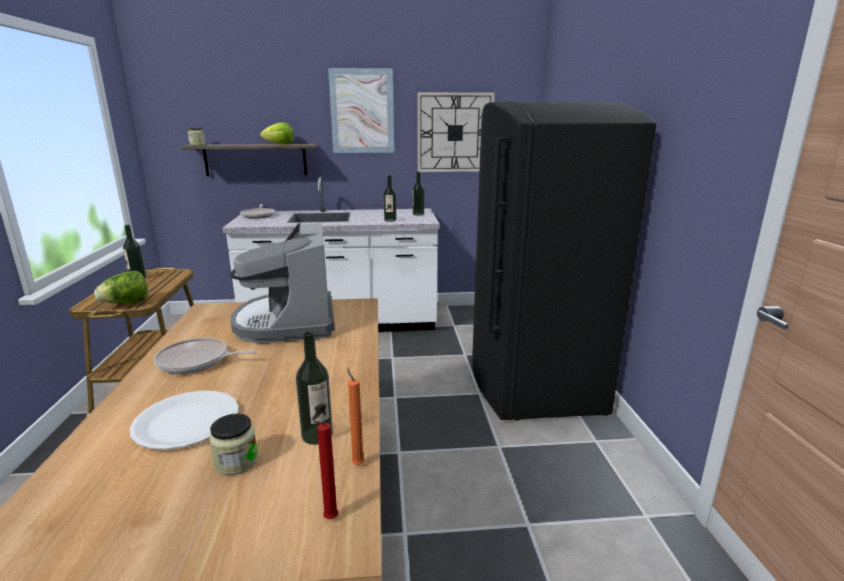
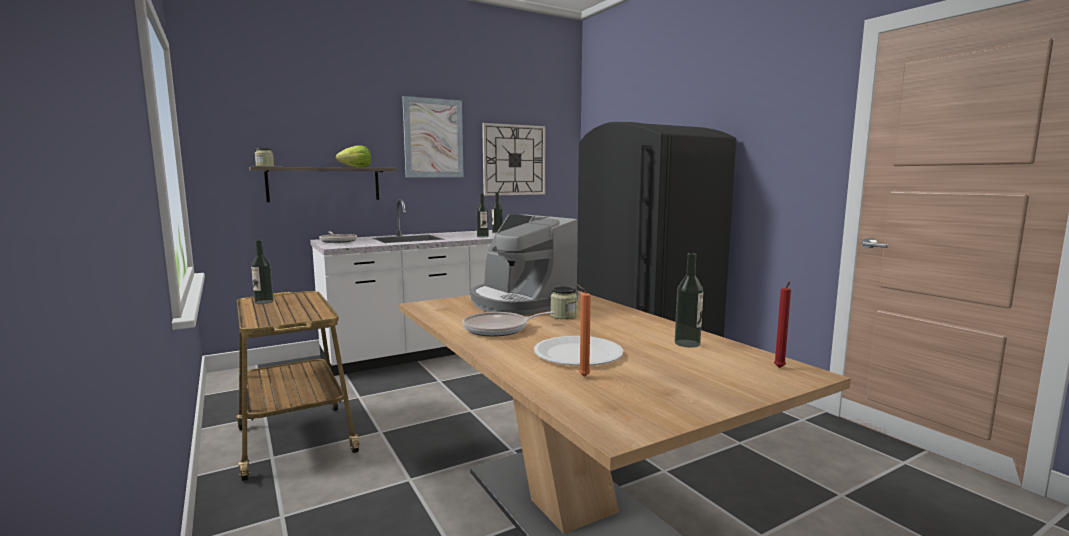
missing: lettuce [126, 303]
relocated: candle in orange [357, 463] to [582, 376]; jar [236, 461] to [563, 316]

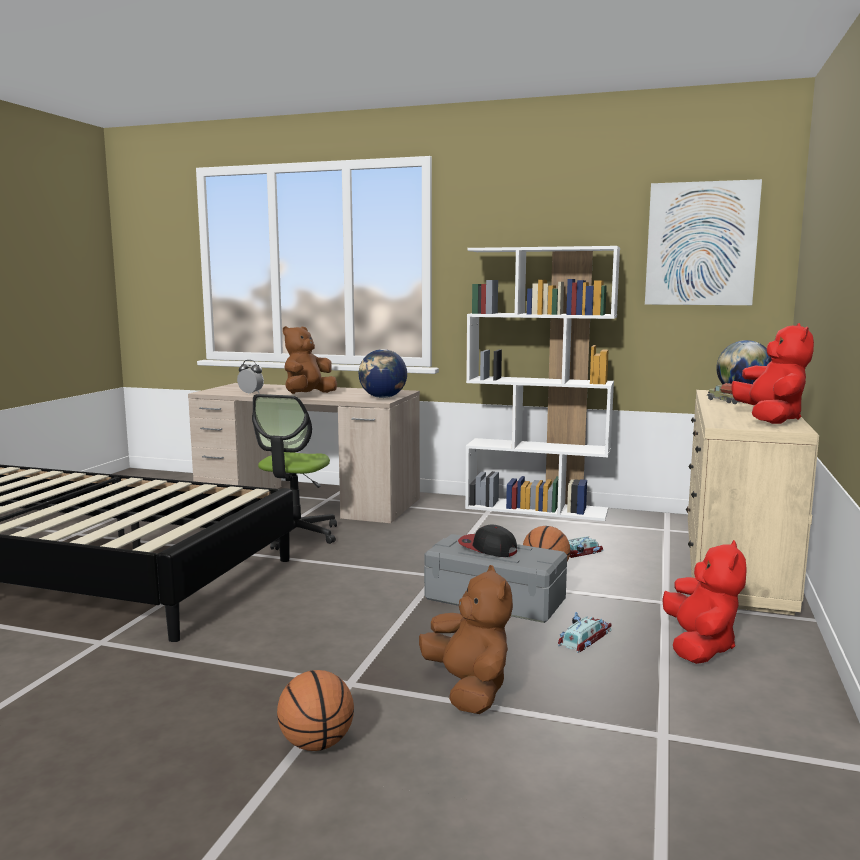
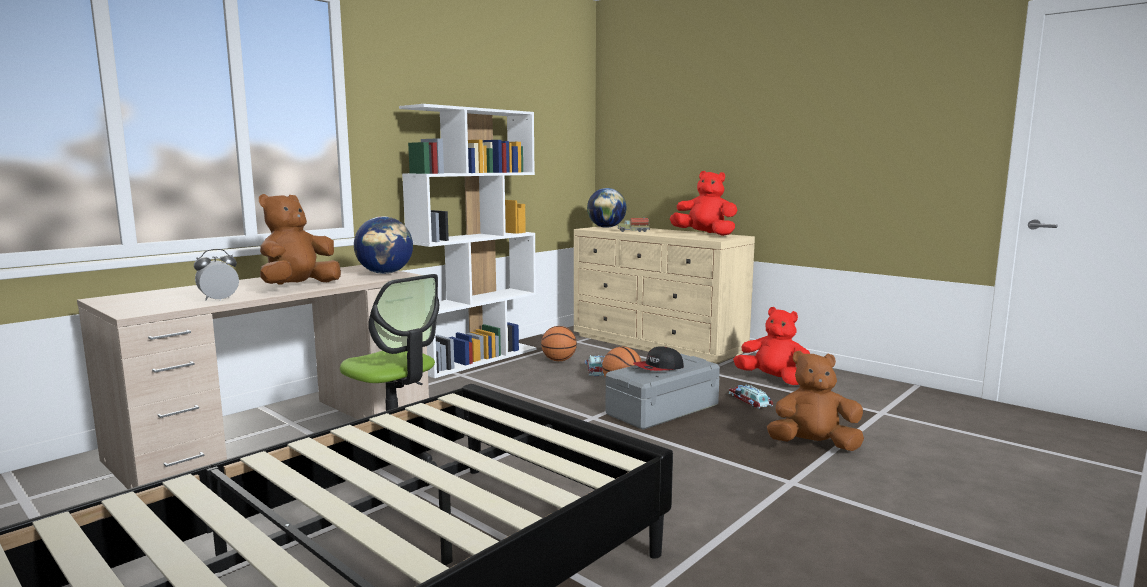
missing: picture [701, 244]
relocated: basketball [316, 744] to [558, 360]
spun: plush toy in brown [308, 395] = [298, 286] 60 degrees clockwise

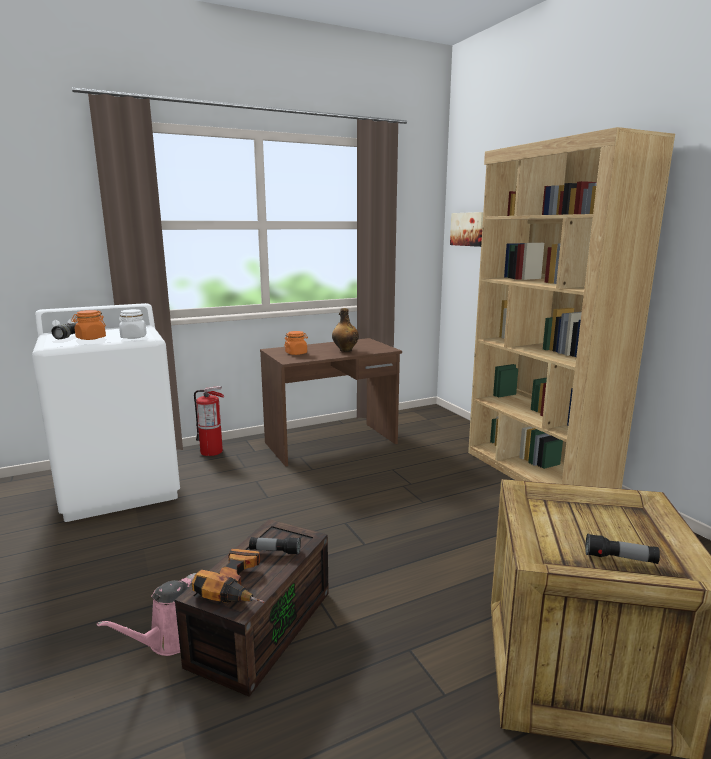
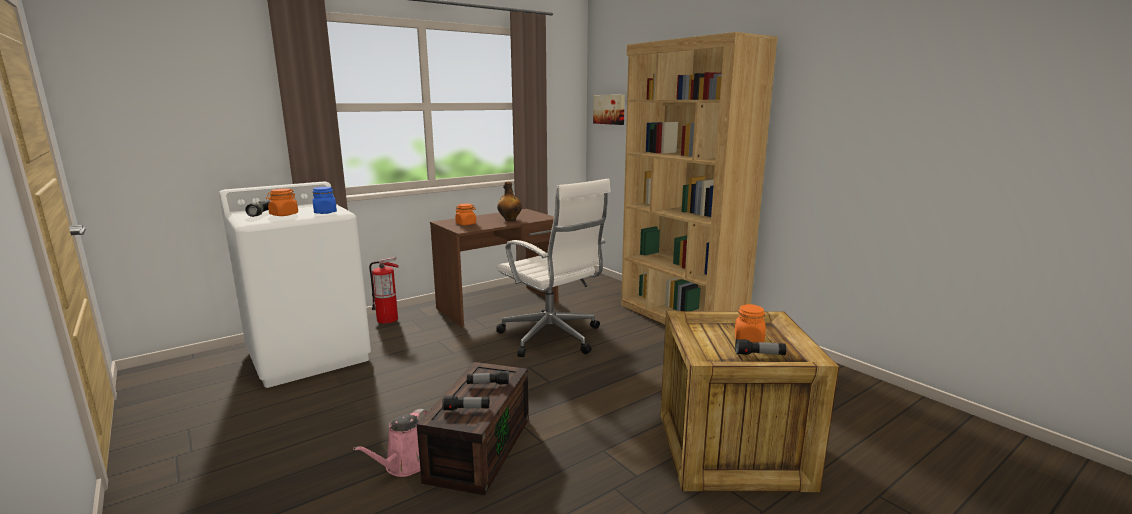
appeared: office chair in white [552, 338]; jar in orange [749, 338]
exchanged: power drill [238, 585] to flashlight [466, 409]
colour: jar in white [134, 337] to jar in blue [325, 212]

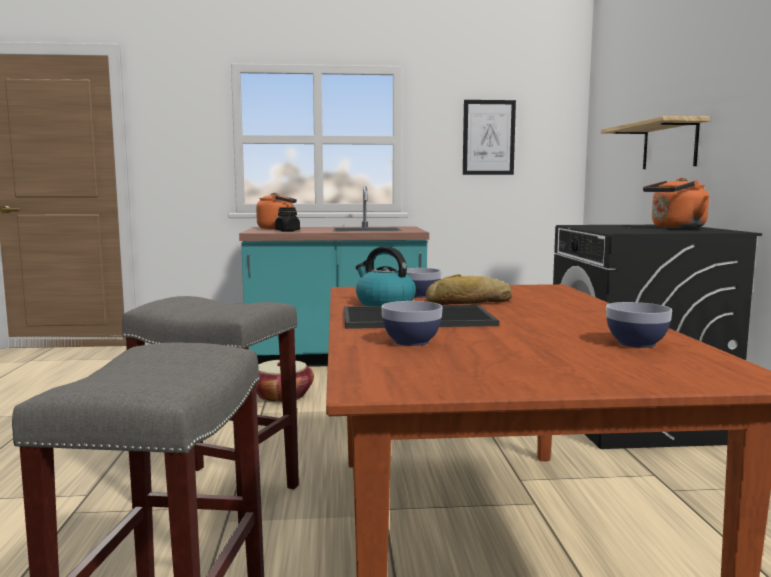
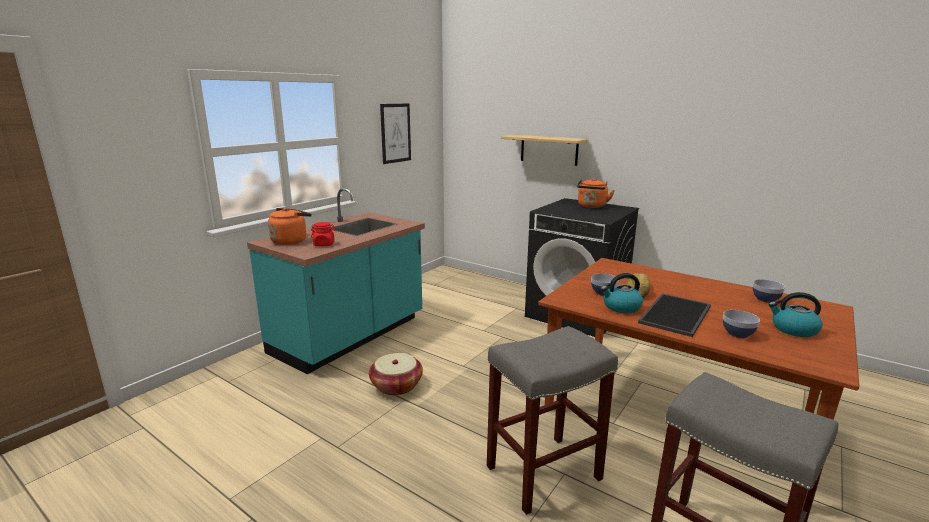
appeared: kettle [793, 329]
colour: jar in black [287, 231] to jar in red [324, 244]

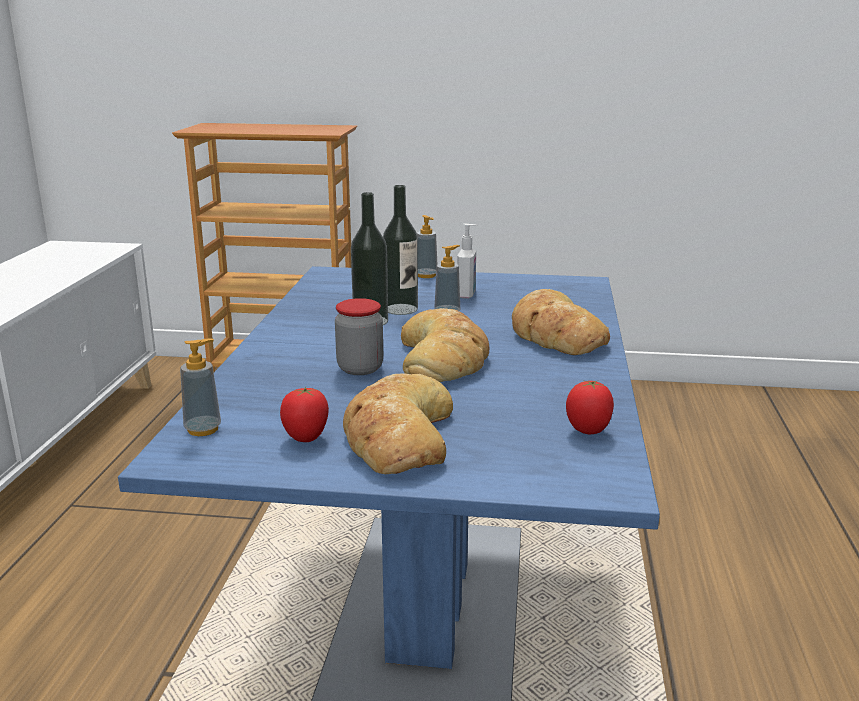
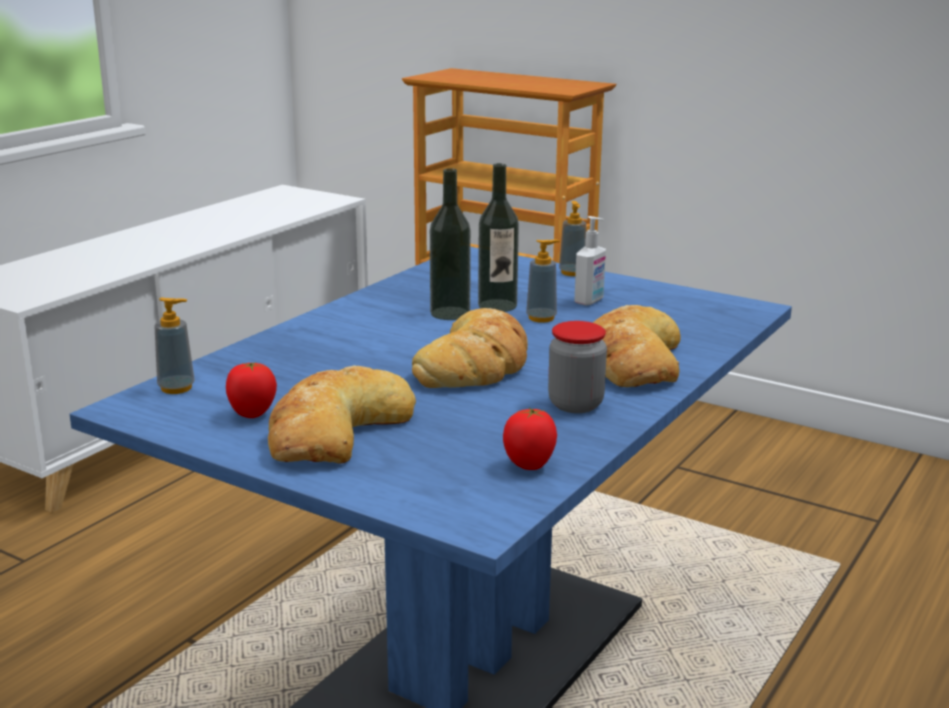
relocated: jar [360, 368] to [575, 404]

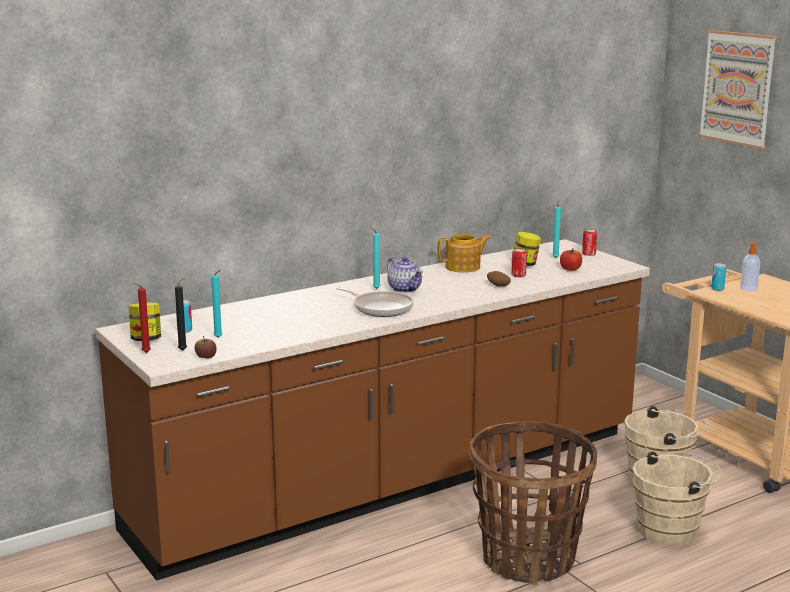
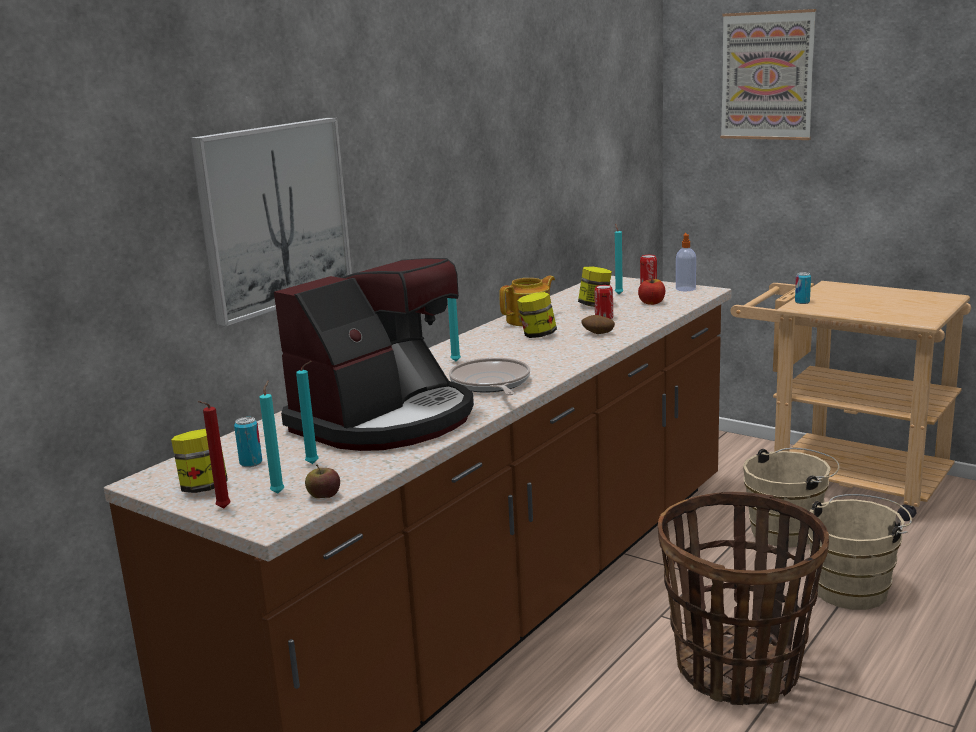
missing: teapot [405, 289]
appeared: picture [274, 217]; coffee machine [385, 420]; jar [537, 335]
relocated: soap dispenser [748, 288] to [685, 288]
colour: candle in black [183, 350] to candle in turquoise [278, 492]
spun: frying pan [380, 308] = [490, 384] 120 degrees counterclockwise

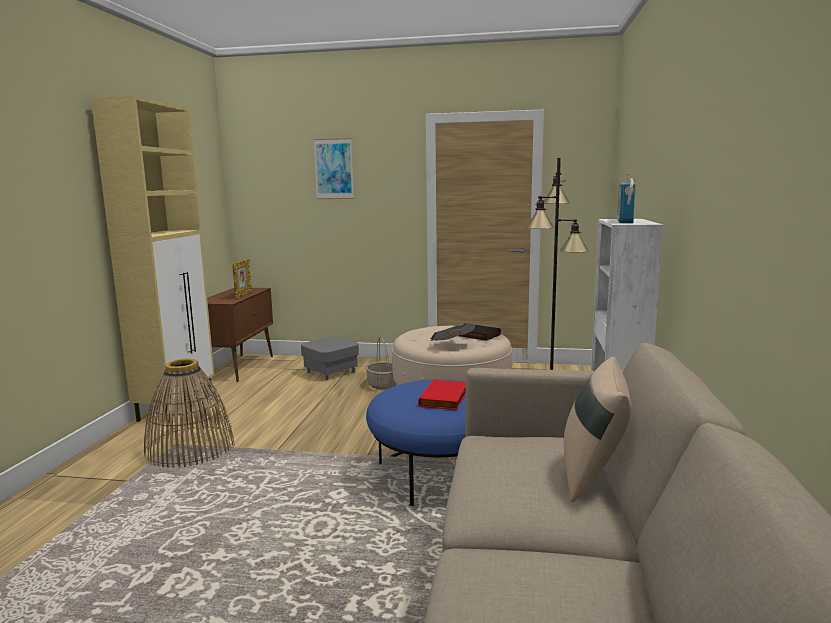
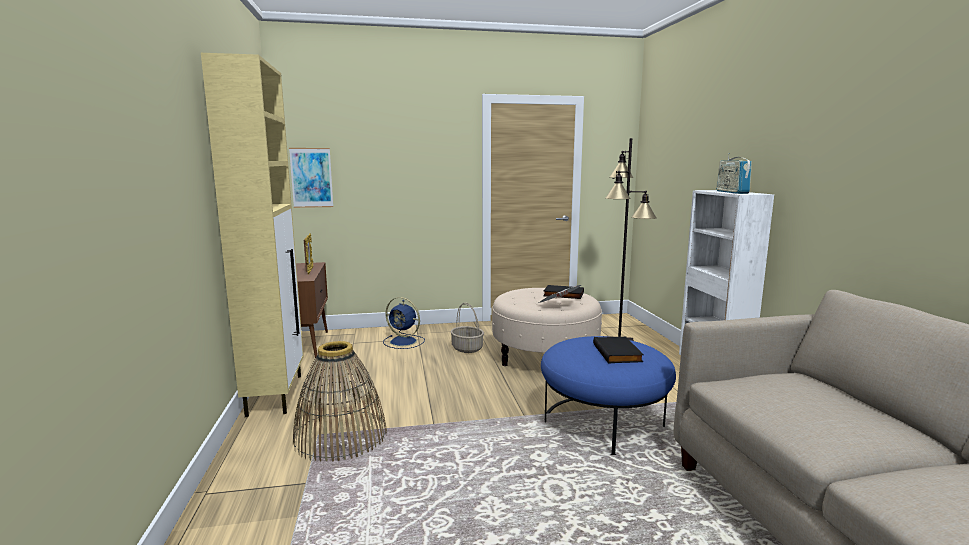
missing: pillow in beige [593, 475]
relocated: picture [334, 169] to [311, 177]
exchanged: ottoman in grey [331, 372] to fan in blue [404, 342]
colour: book in red [445, 398] to book in black [618, 353]

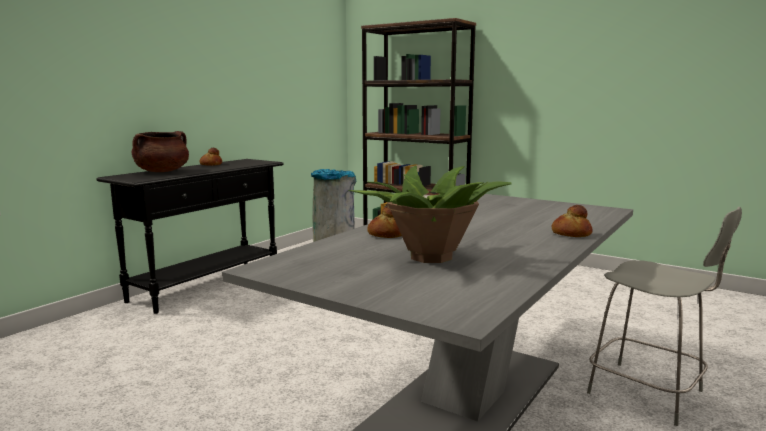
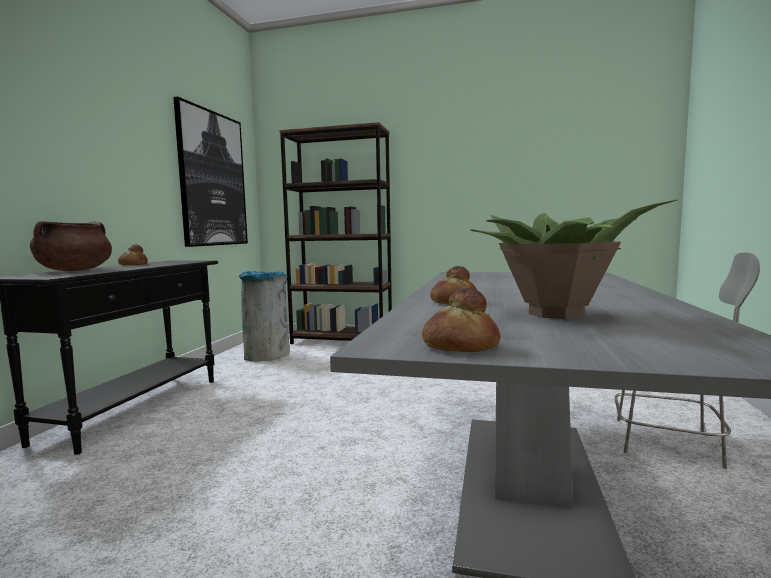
appeared: picture [213, 179]
relocated: bread [570, 234] to [459, 345]

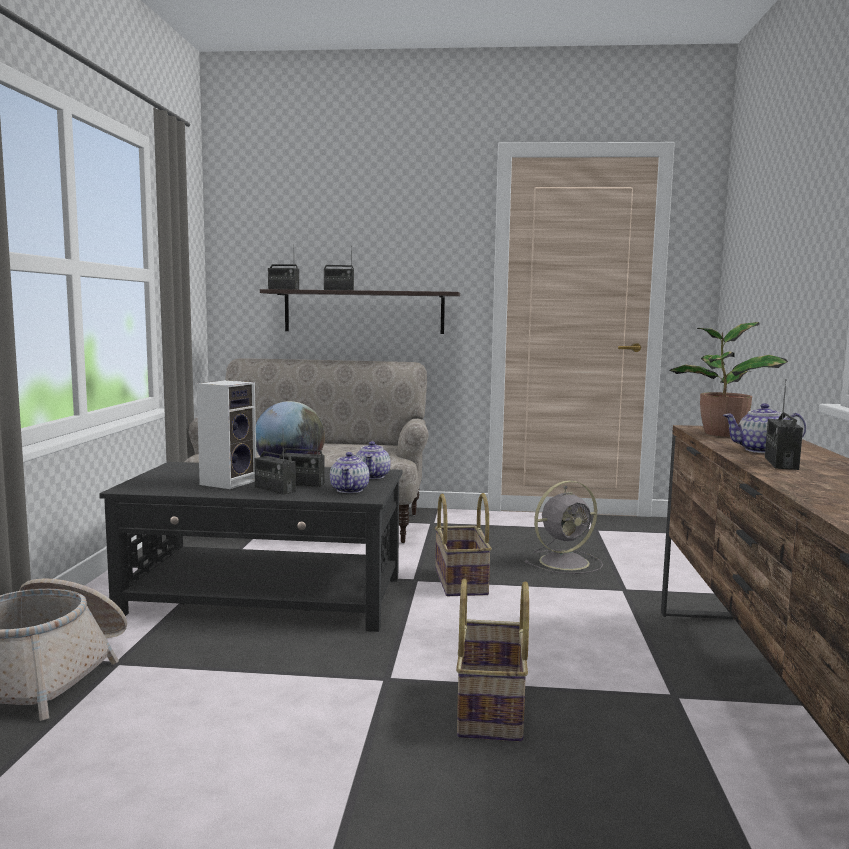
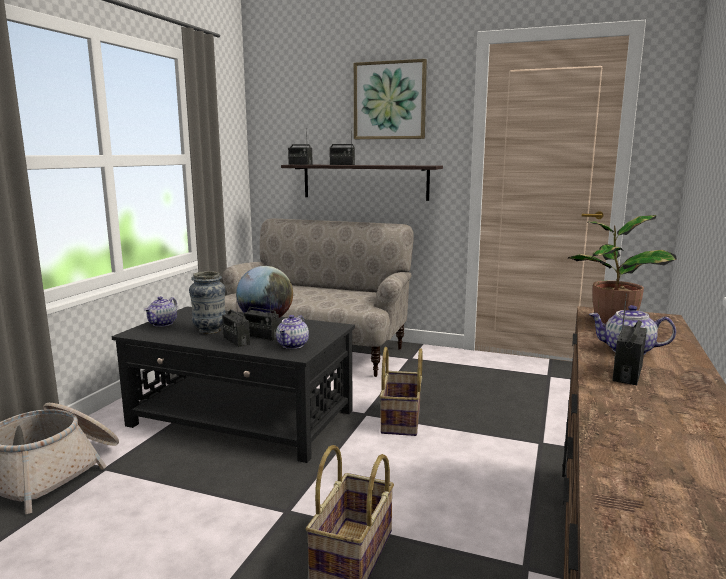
missing: fan in grey [566, 562]
appeared: picture [390, 100]
relocated: teapot [372, 476] to [162, 324]
exchanged: speaker [229, 482] to vase [210, 330]

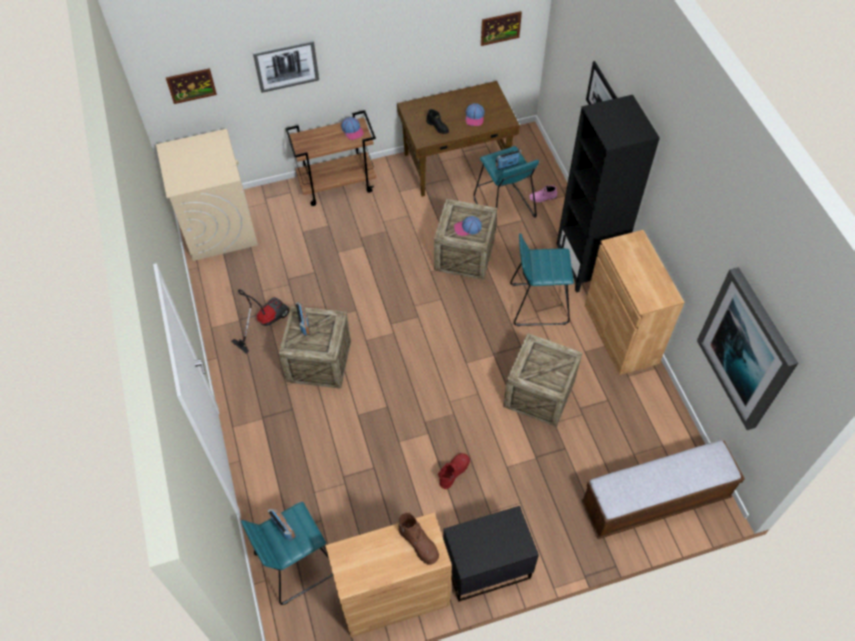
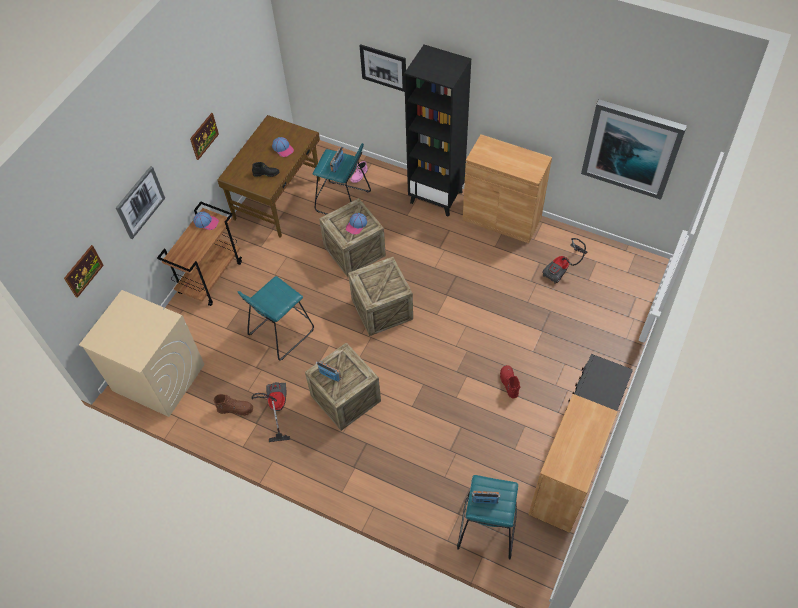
missing: bench [654, 500]
appeared: vacuum cleaner [563, 268]
relocated: picture [500, 28] to [204, 136]; stool in turquoise [538, 303] to [281, 332]; crate [539, 393] to [382, 309]; boot in brown [419, 543] to [235, 409]

